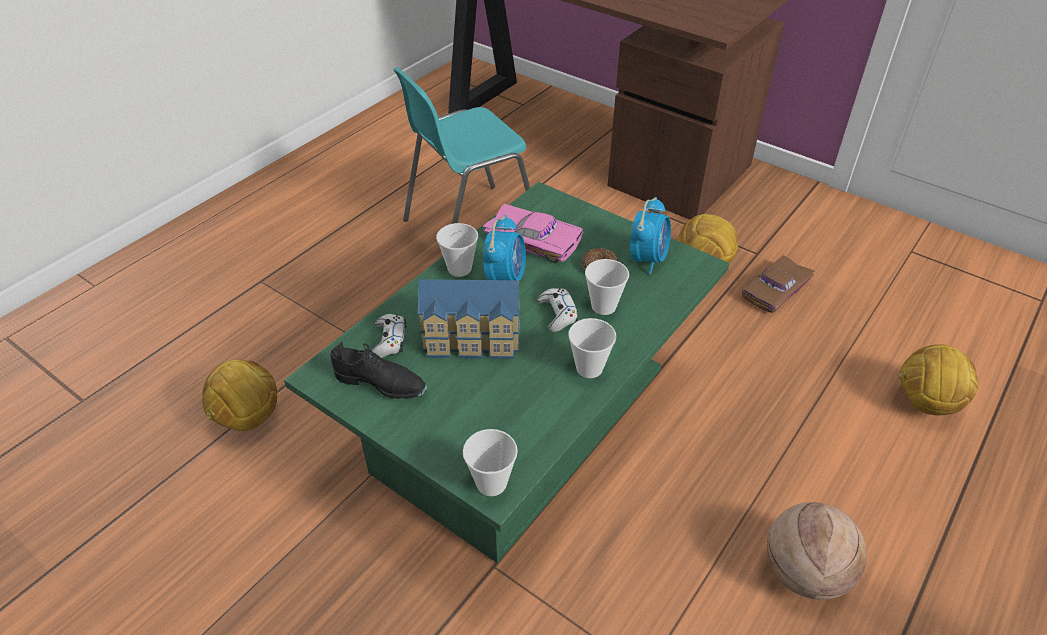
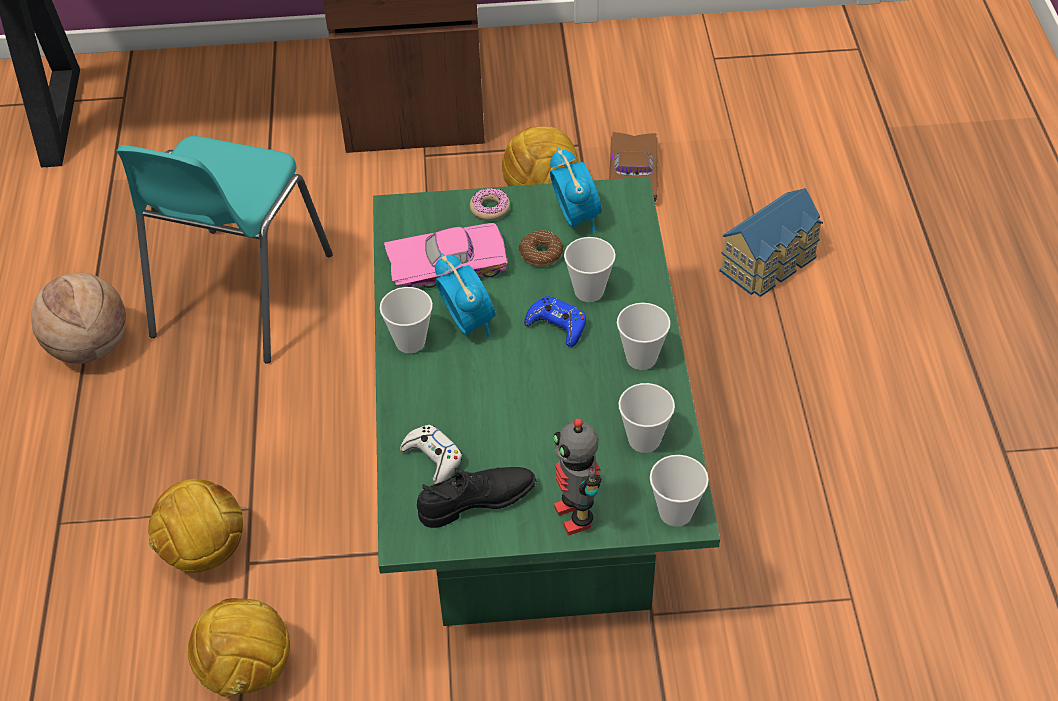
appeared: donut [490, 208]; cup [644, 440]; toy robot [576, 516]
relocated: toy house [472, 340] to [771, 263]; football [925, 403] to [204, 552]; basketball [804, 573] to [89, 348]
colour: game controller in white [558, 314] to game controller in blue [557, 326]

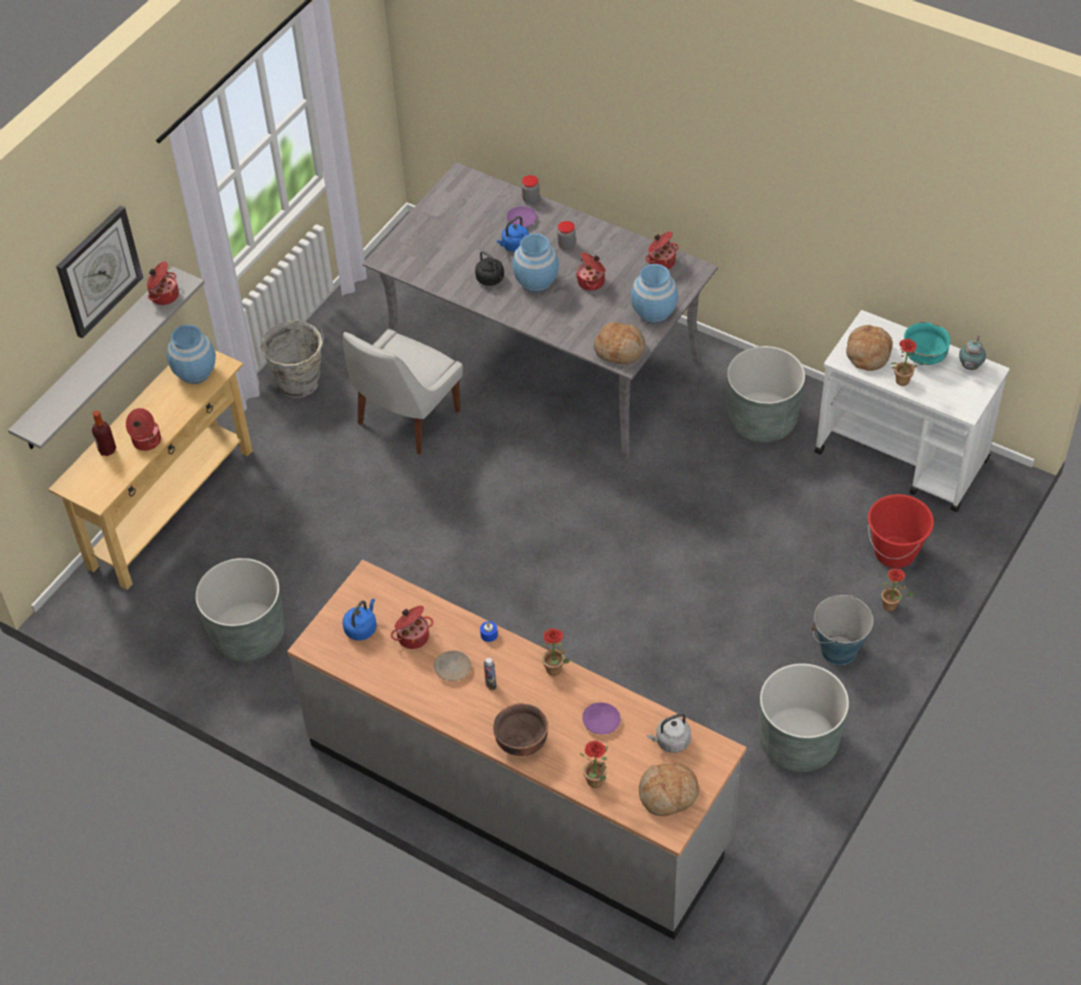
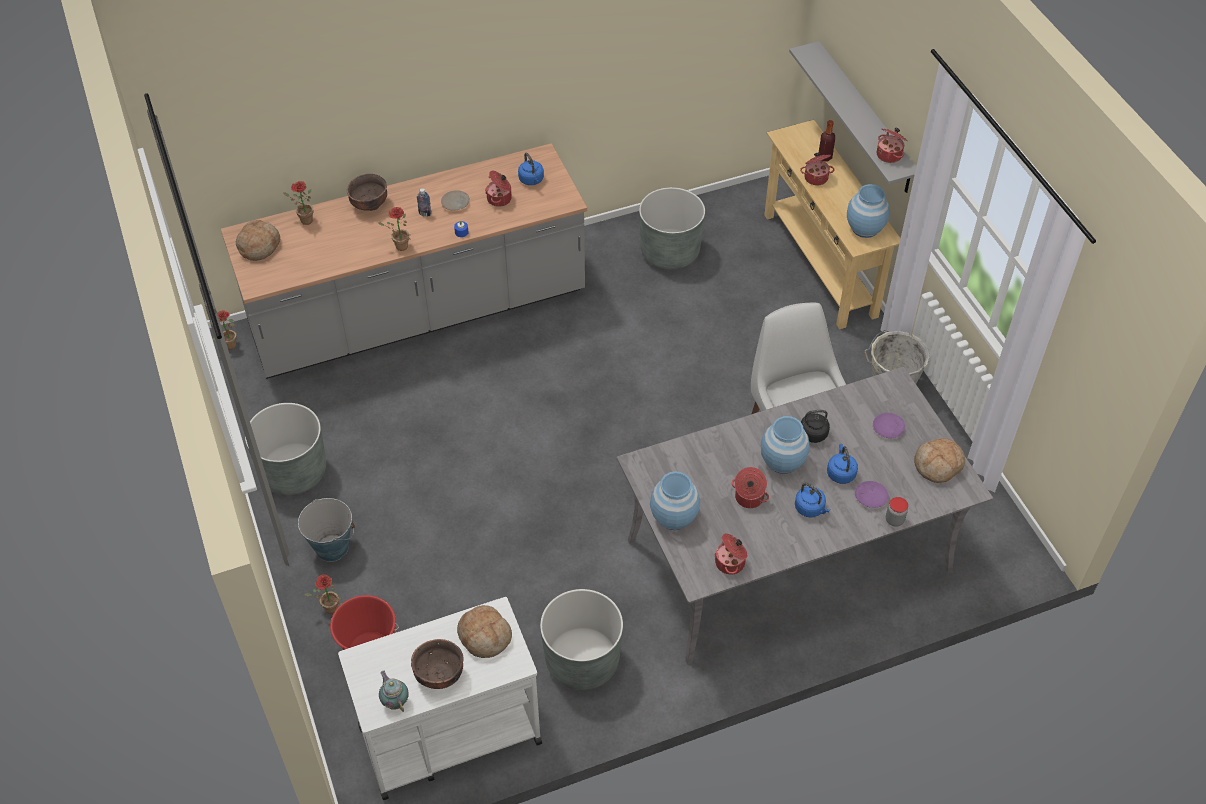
missing: wall clock [98, 271]; kettle in grey [671, 741]
relocated: bread [620, 349] to [938, 465]; potted plant [901, 383] to [229, 343]; plate in purple [601, 721] to [888, 428]
exchanged: jar [566, 245] to kettle in blue [810, 509]
colour: bowl in turquoise [924, 357] to bowl in brown [439, 676]

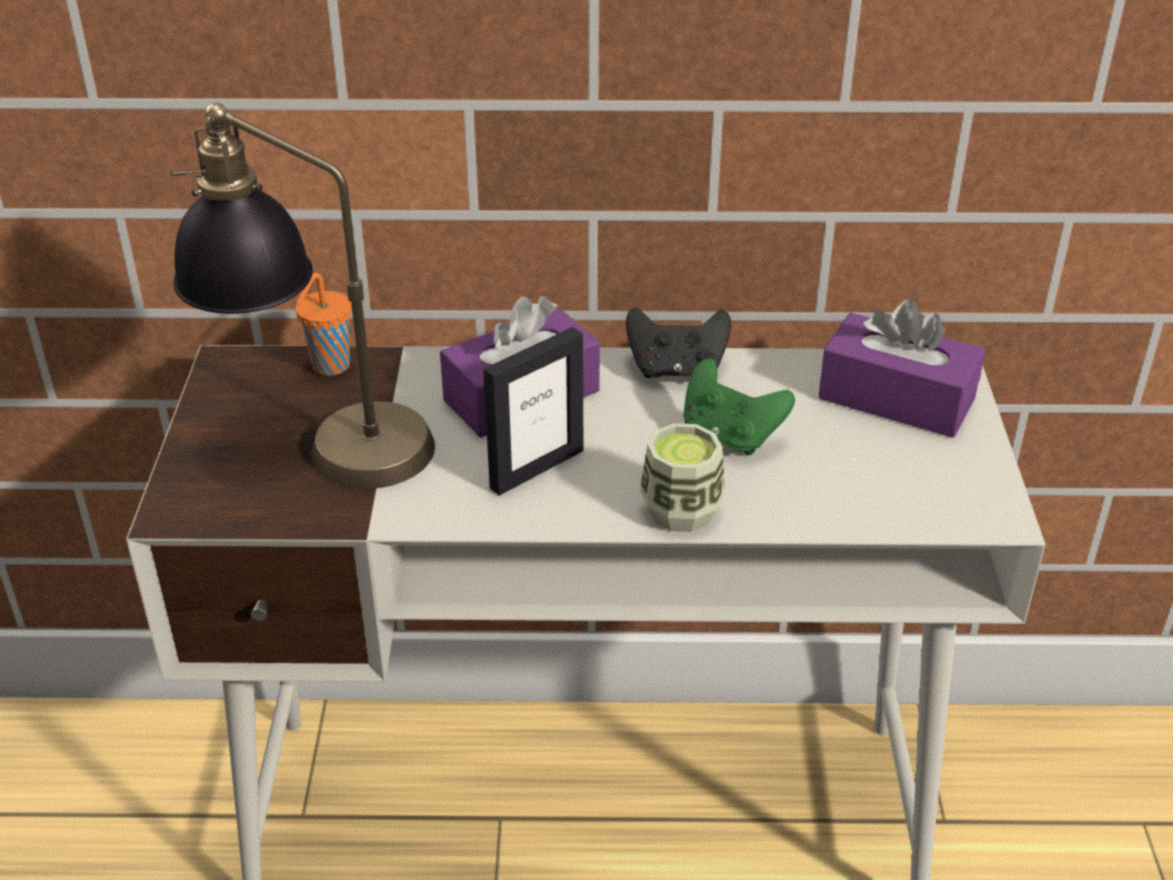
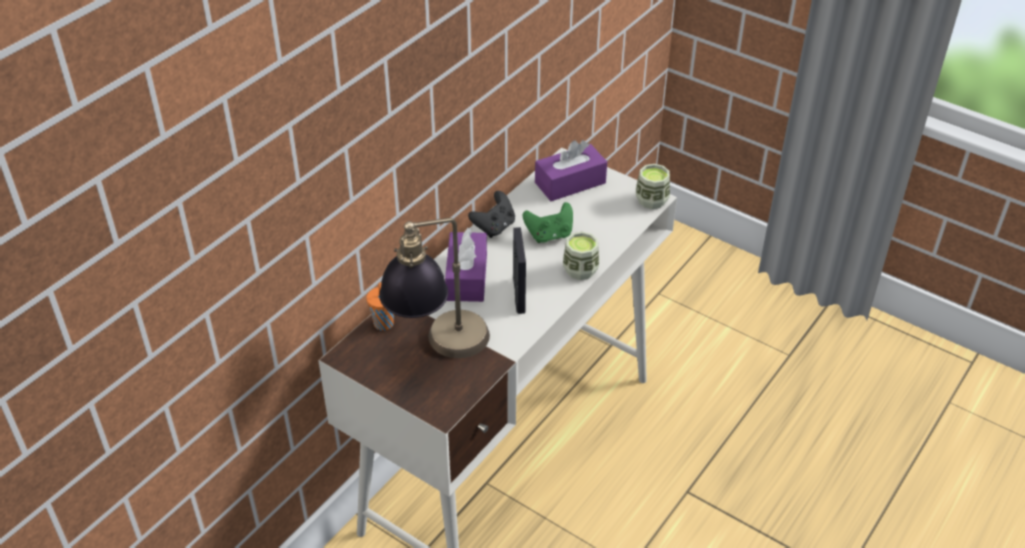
appeared: cup [651, 200]

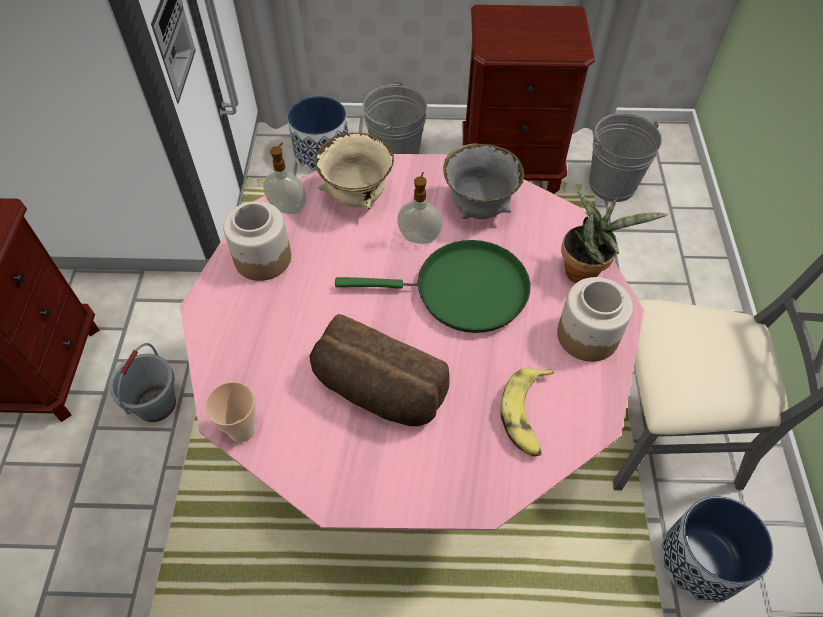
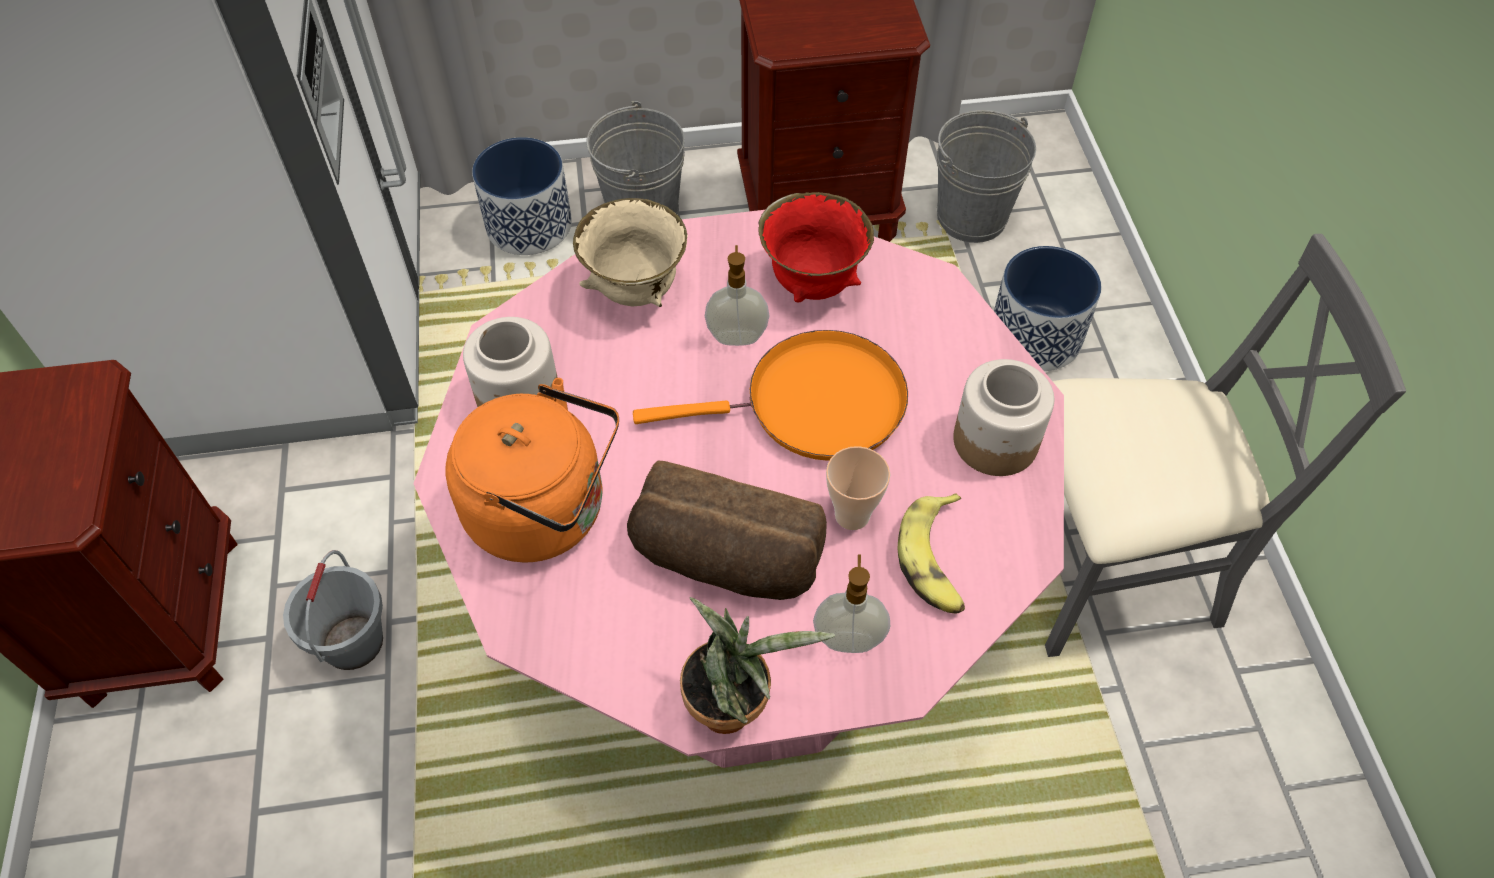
appeared: kettle in orange [546, 512]
relocated: soap dispenser [288, 207] to [848, 638]; potted plant [585, 270] to [733, 704]; cup [242, 430] to [852, 515]; planter [700, 560] to [1034, 336]
colour: bowl in grey [479, 208] to bowl in red [813, 284]; frying pan in green [463, 291] to frying pan in orange [814, 405]

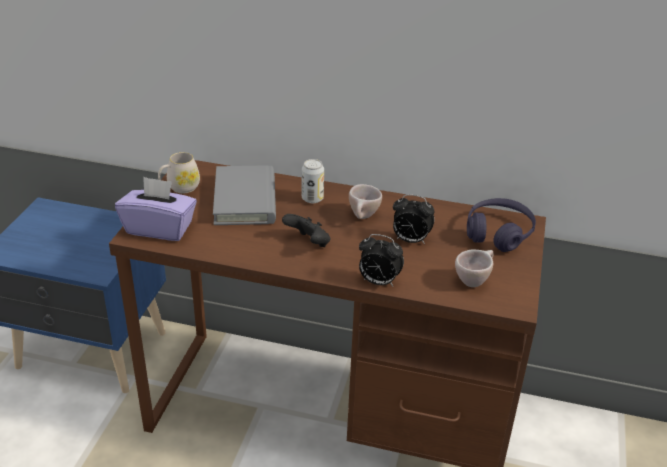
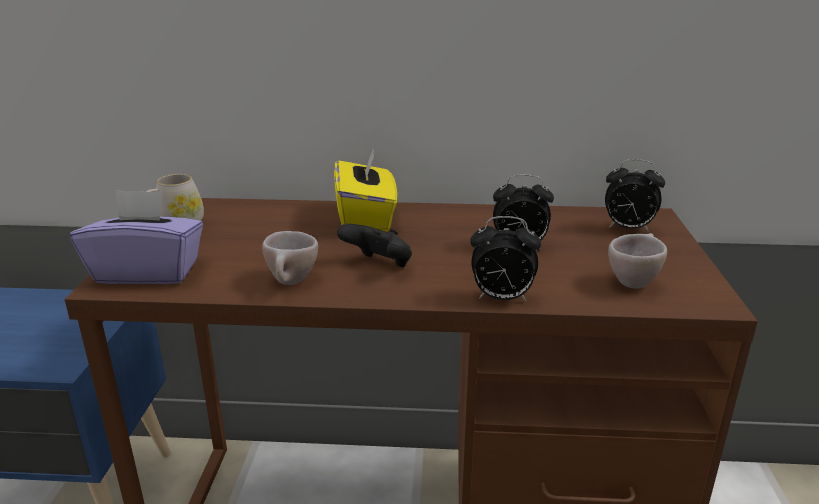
missing: book in grey [245, 200]
relocated: cup in beige [363, 218] to [291, 284]
exchanged: can [312, 198] to tissue box in yellow [366, 219]; headphones in purple [498, 233] to alarm clock [627, 229]

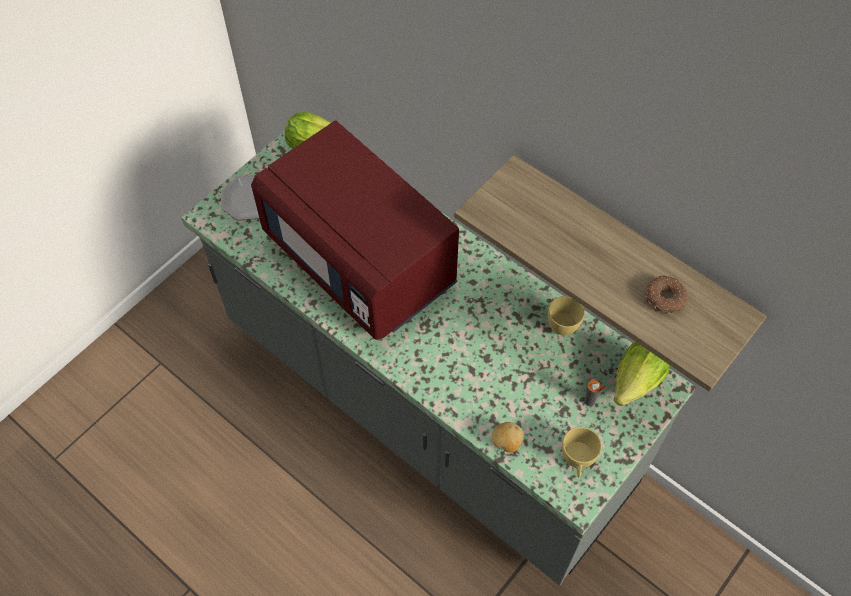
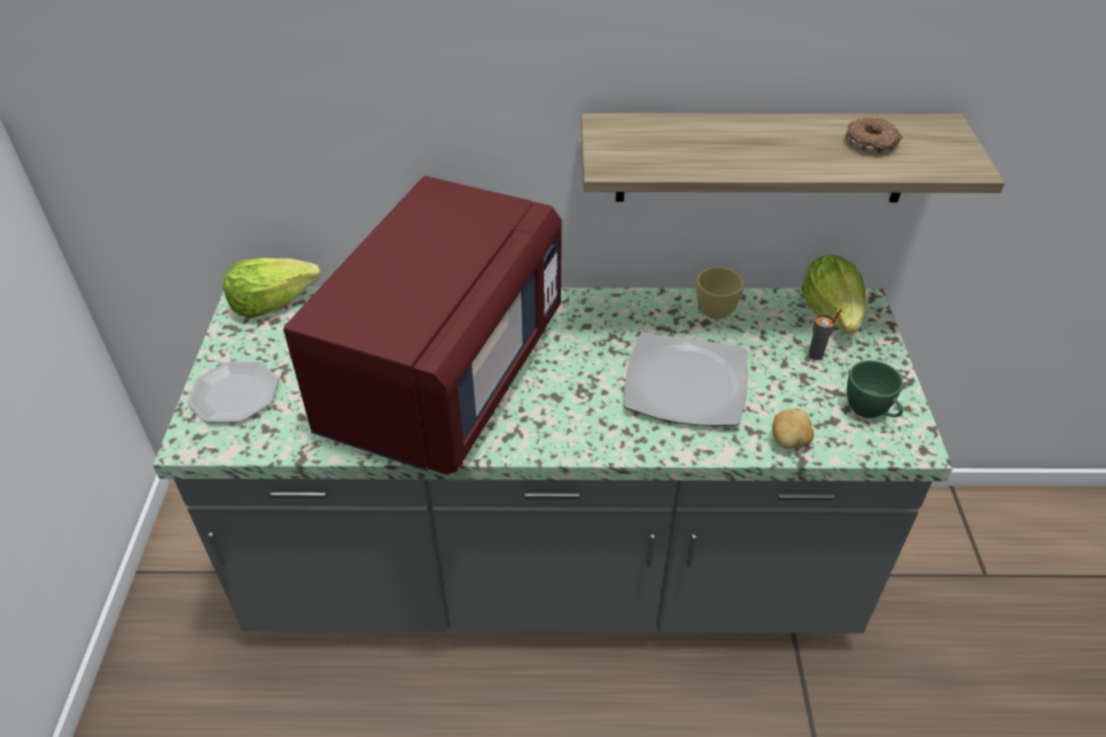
appeared: plate [684, 385]
colour: cup in yellow [577, 461] to cup in green [870, 412]
spun: microwave in red [361, 260] = [443, 376] 75 degrees counterclockwise

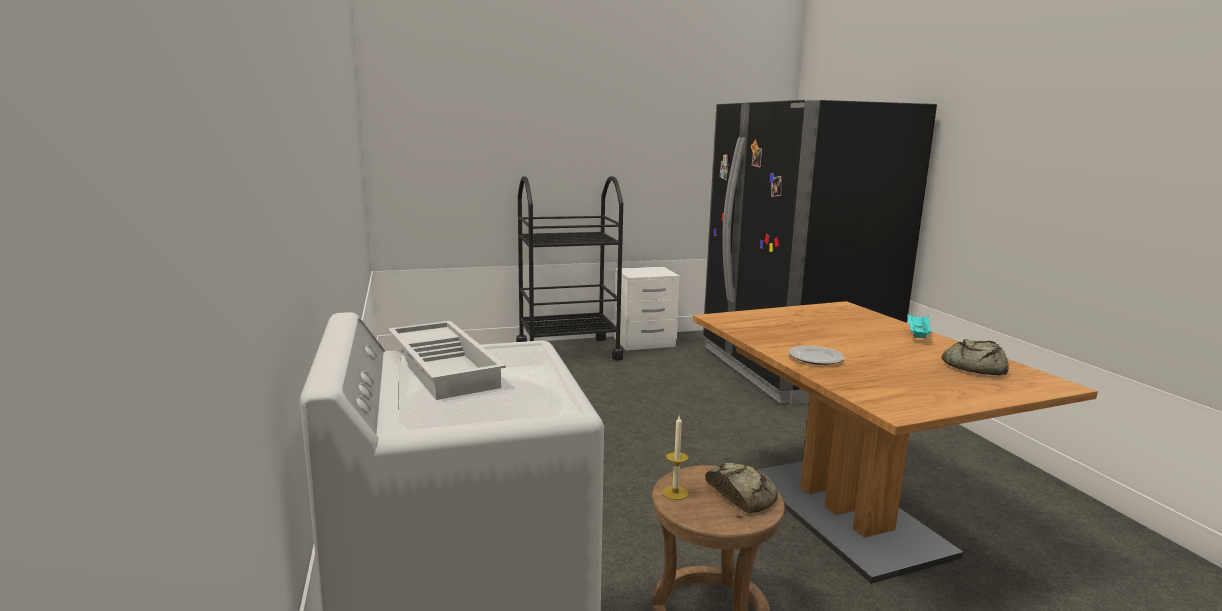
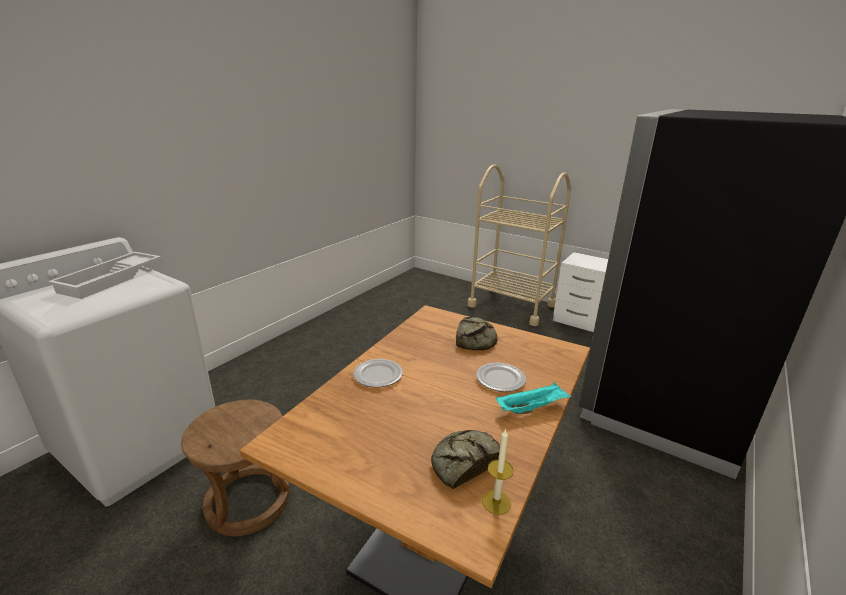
appeared: plate [501, 379]
relocated: candle [675, 493] to [496, 502]; bread [741, 494] to [475, 339]
colour: cart in black [568, 351] to cart in beige [511, 305]

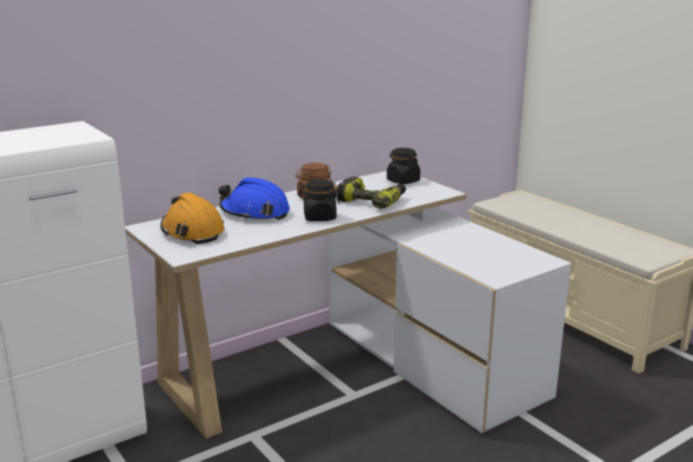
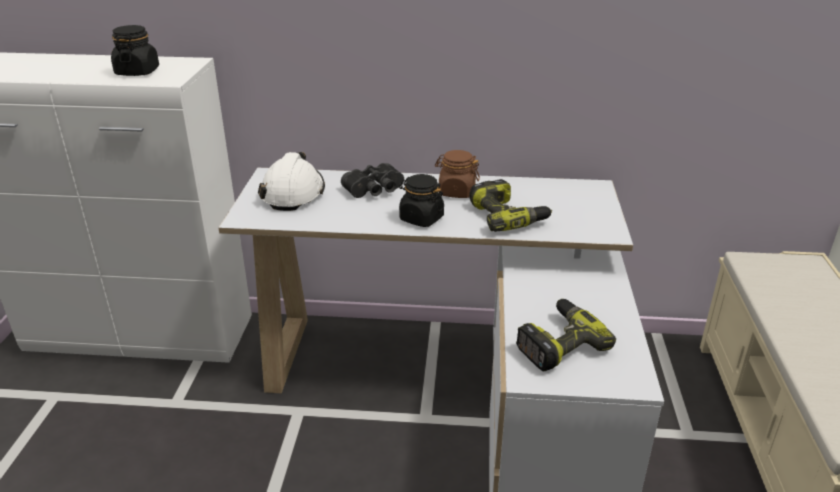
appeared: power drill [558, 343]
relocated: jar in black [403, 181] to [137, 72]
exchanged: hard hat in blue [255, 213] to binoculars in black [375, 190]
colour: hard hat in orange [192, 231] to hard hat in white [293, 193]

